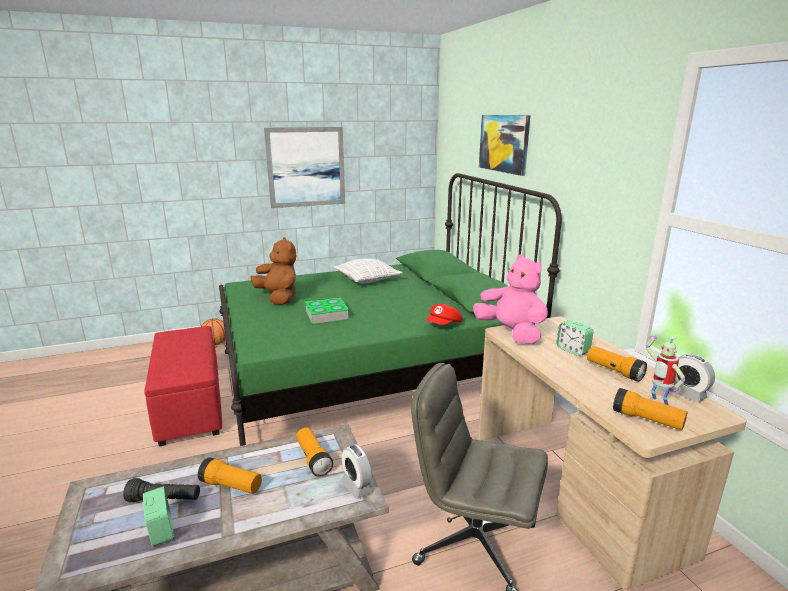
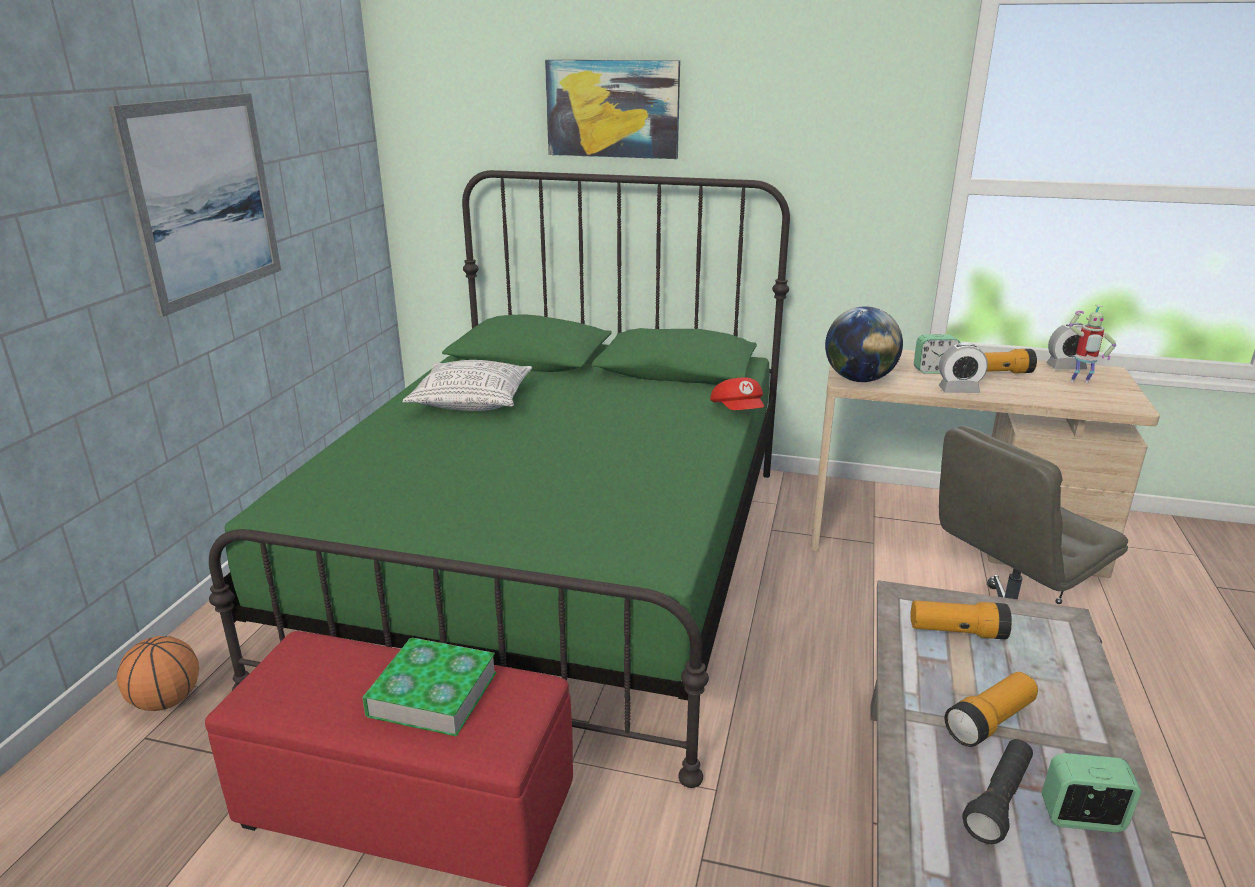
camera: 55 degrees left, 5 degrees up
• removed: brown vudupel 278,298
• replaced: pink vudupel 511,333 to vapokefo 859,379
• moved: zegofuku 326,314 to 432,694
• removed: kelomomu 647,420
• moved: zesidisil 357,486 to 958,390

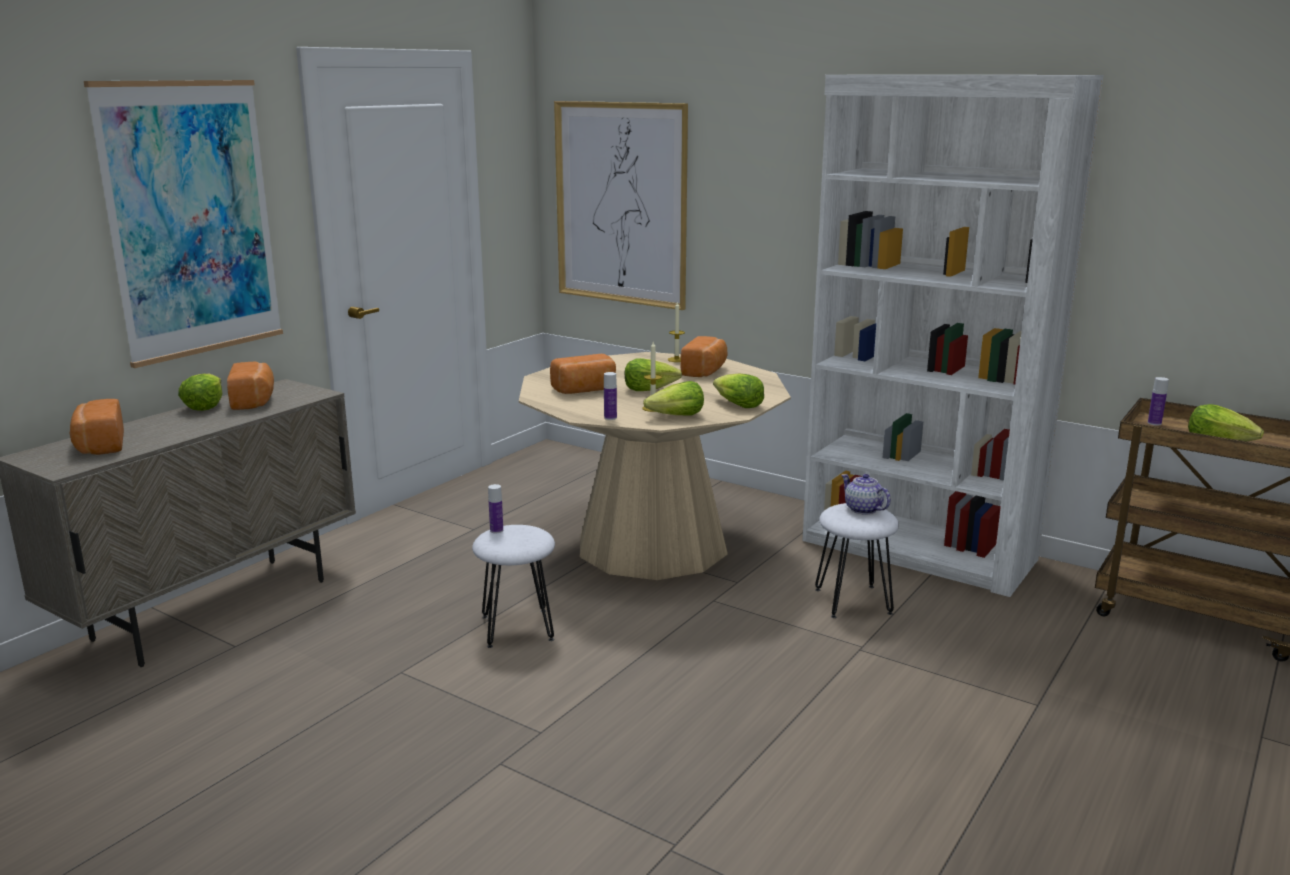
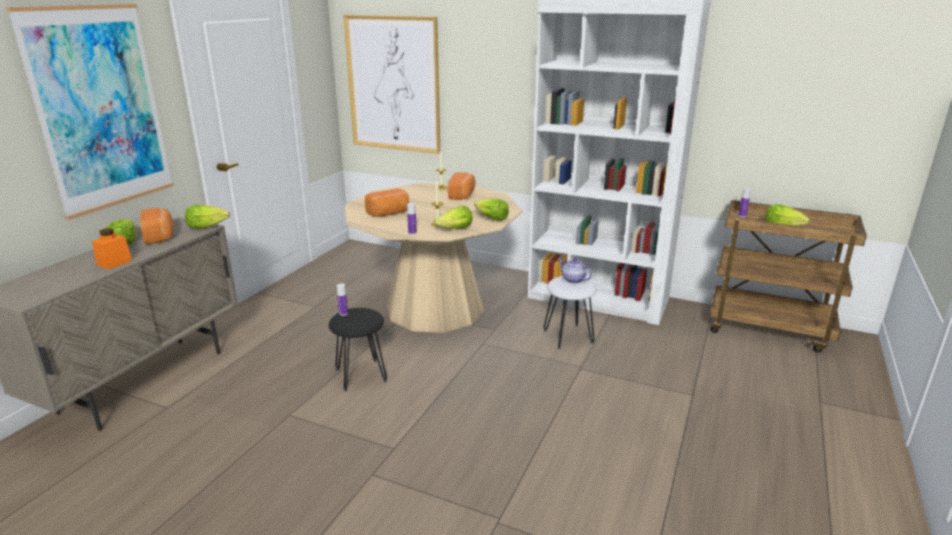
camera: 10 degrees left, 5 degrees up
• moved: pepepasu 649,389 to 207,226
• removed: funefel 99,445
• recoloured: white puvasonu 516,628 to black puvasonu 360,375
• added: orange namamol 114,263

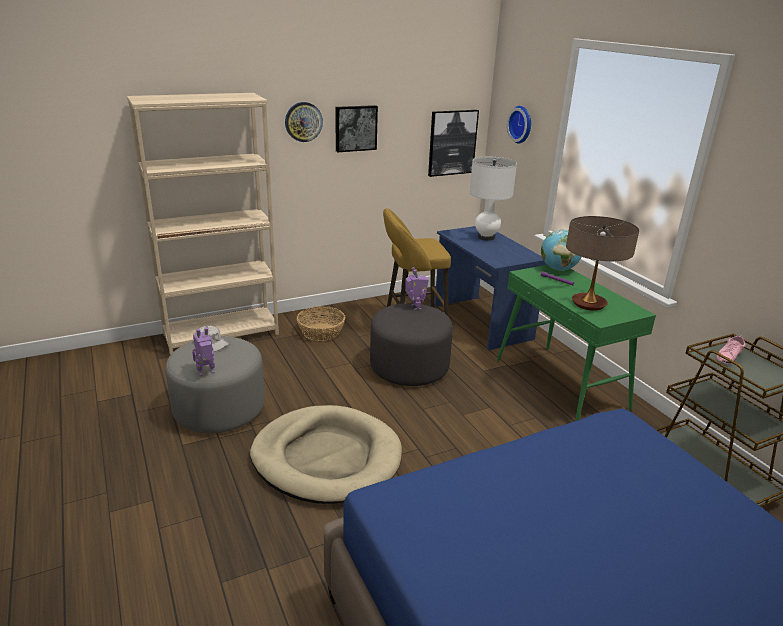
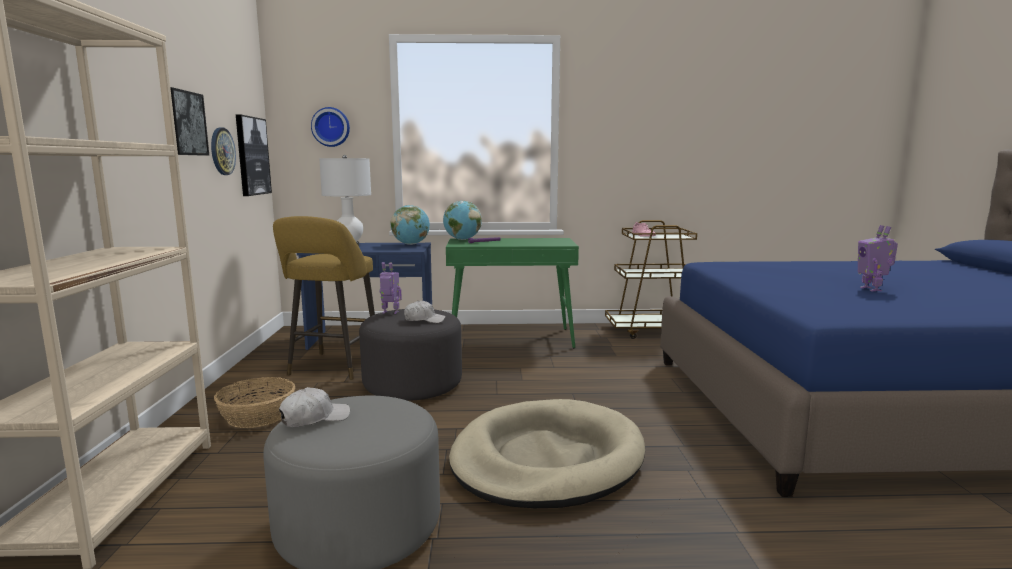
camera: 65 degrees left, 15 degrees down
• moved: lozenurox 303,122 to 222,151
• removed: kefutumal 588,304
• moved: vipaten 206,372 to 872,289
• added: vapokefo 411,244
• added: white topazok 424,320

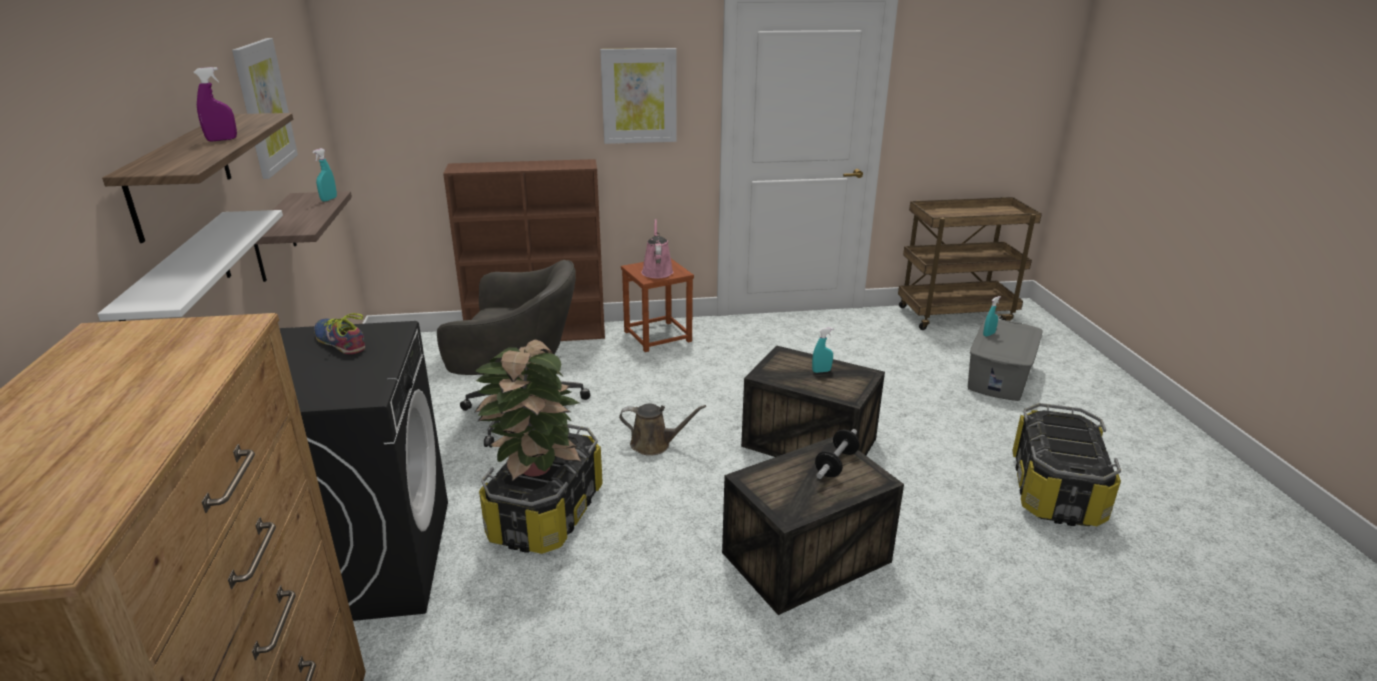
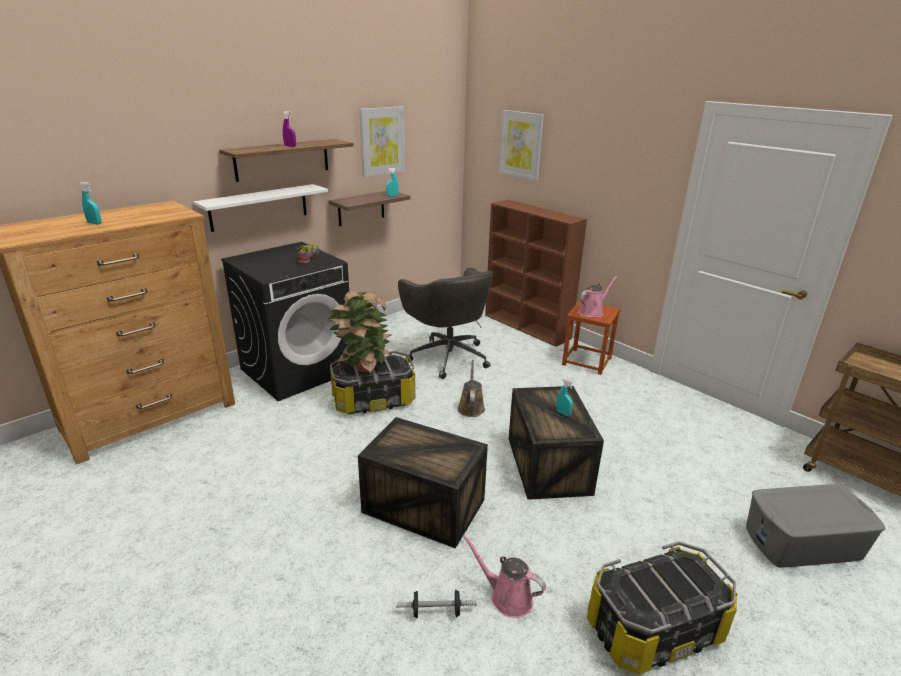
camera: 55 degrees right, 0 degrees up
• moved: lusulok 639,96 to 521,145
• moved: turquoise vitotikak 989,334 to 94,223
• turned: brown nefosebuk 654,444 = 471,407 150 degrees counterclockwise
• moved: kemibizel 836,464 to 436,612
• added: pink nefosebuk 507,597

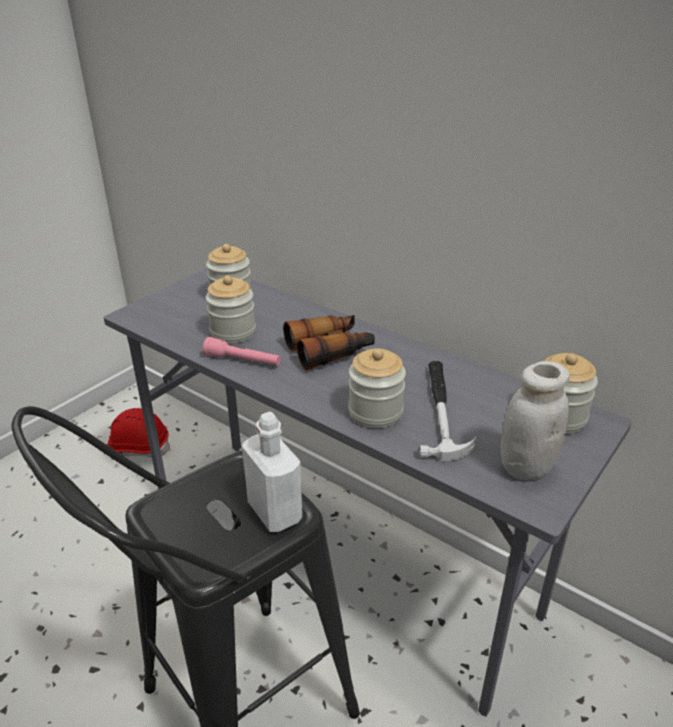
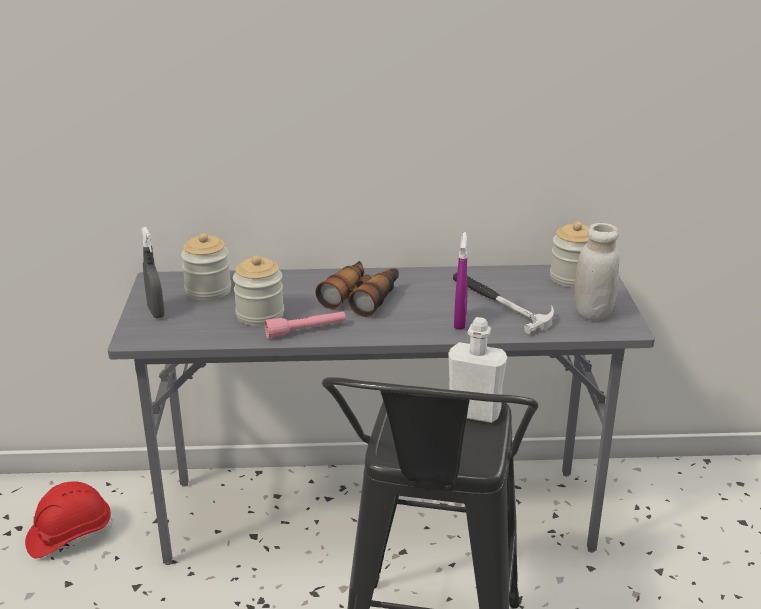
camera: 40 degrees left, 5 degrees down
• replaced: namamol 375,412 to purple vitotikak 460,322
• added: grey vitotikak 156,312

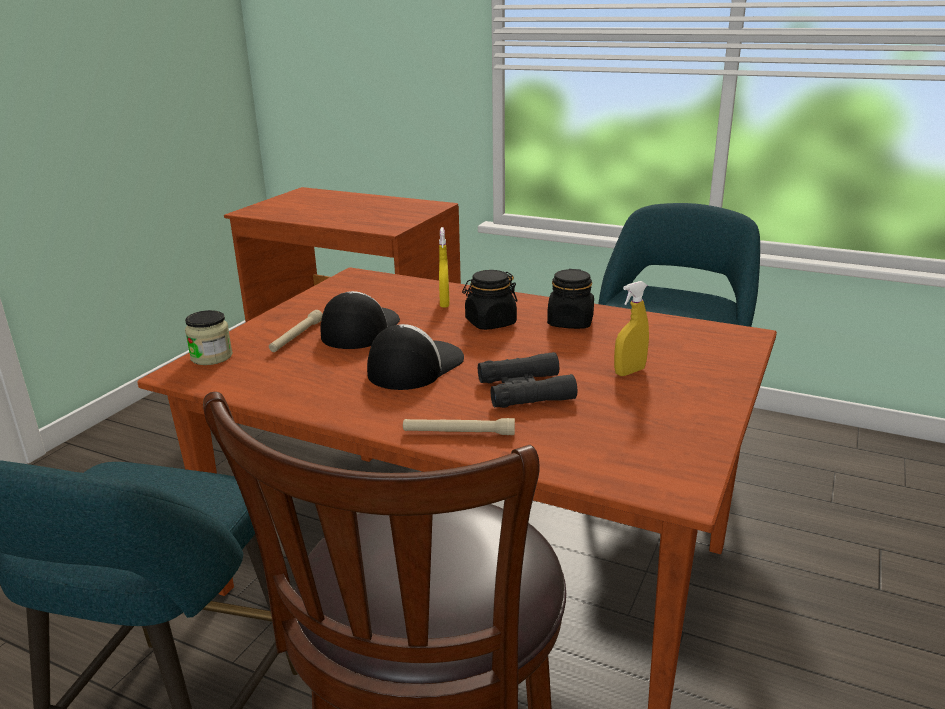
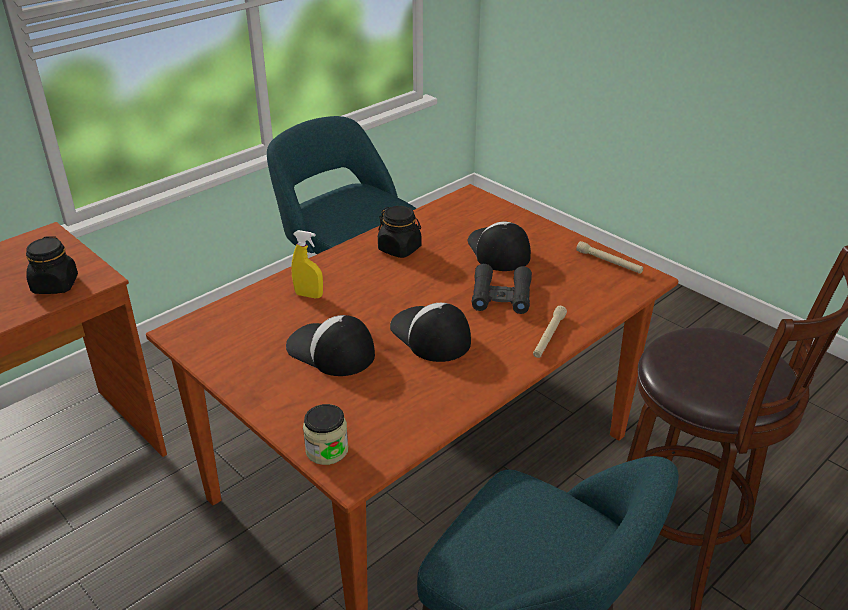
camera: 70 degrees left, 10 degrees up
• moved: black namamol 490,323 to 55,285
• replaced: yellow vitotikak 629,372 to topazok 498,250
• moved: beige kelomomu 296,337 to 609,262

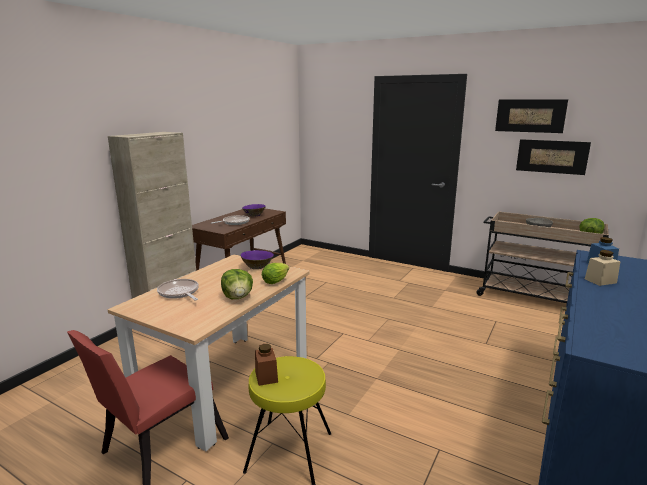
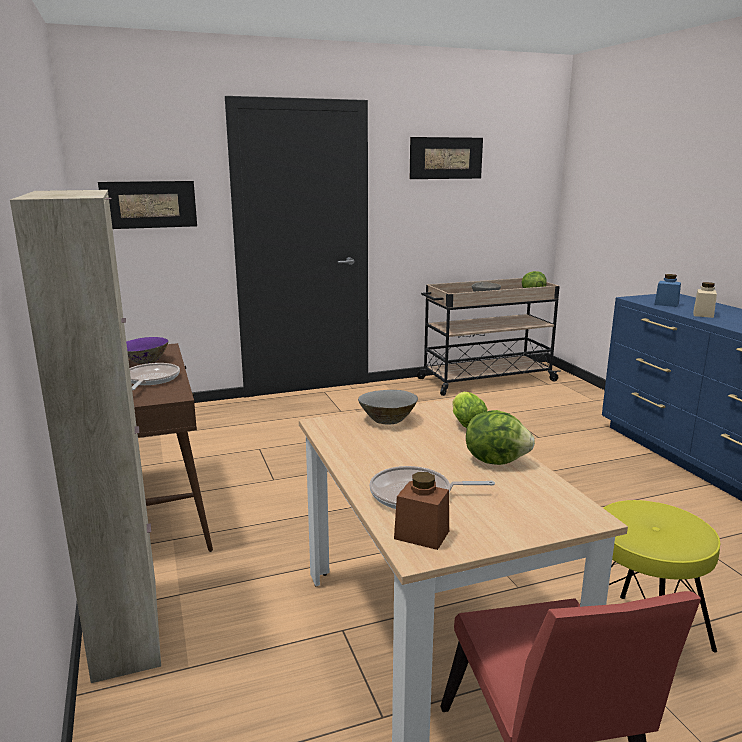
camera: 50 degrees left, 0 degrees up
• moved: lusulok 551,156 to 149,204
• recoloured: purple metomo 257,266 to grey metomo 387,419
• moved: brown namamol 266,377 to 421,535

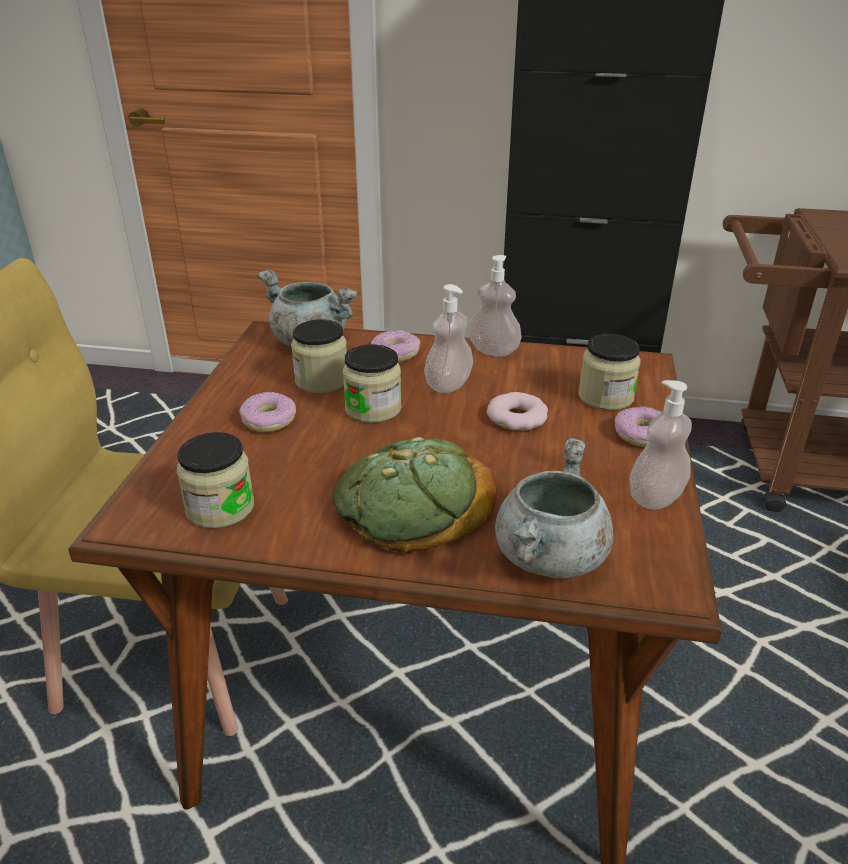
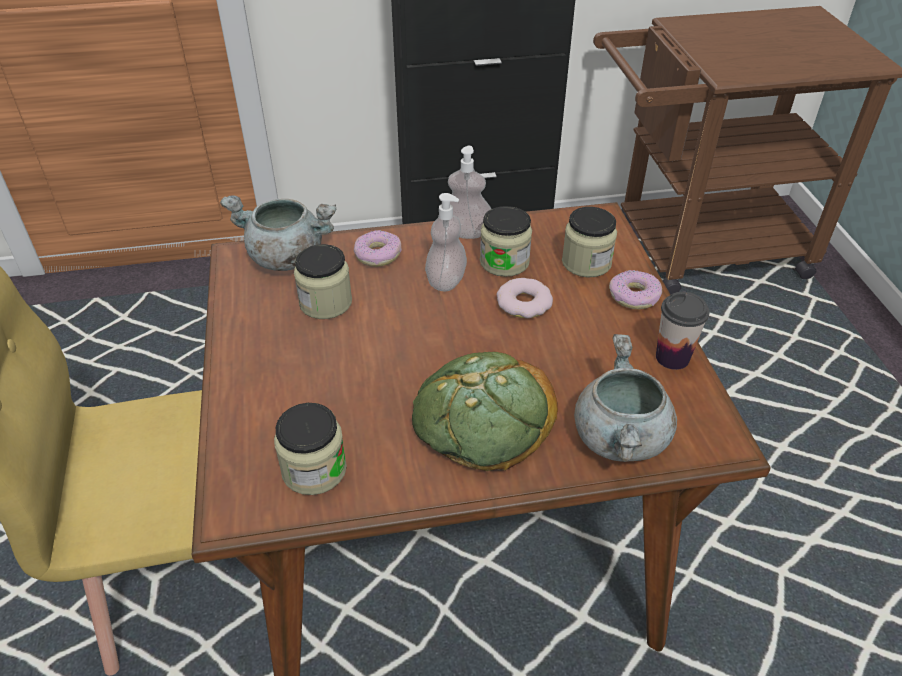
camera: 20 degrees left, 10 degrees up
• moved: namamol 373,409 to 504,262
• replaced: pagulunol 655,497 to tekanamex 672,357
• removed: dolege 269,420

